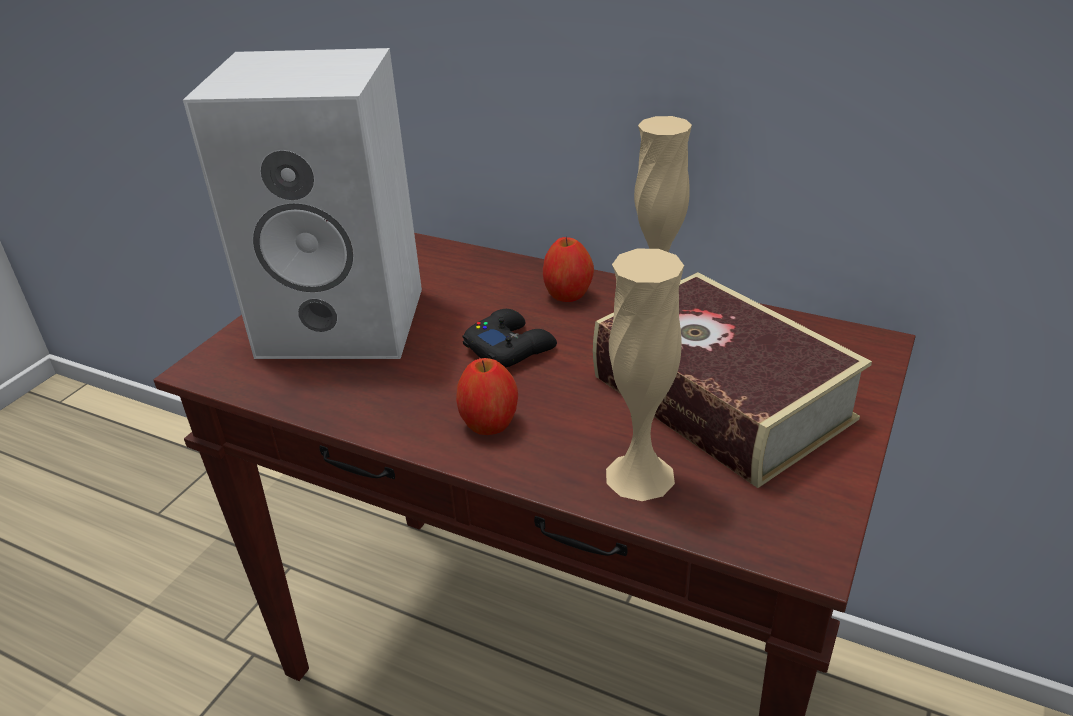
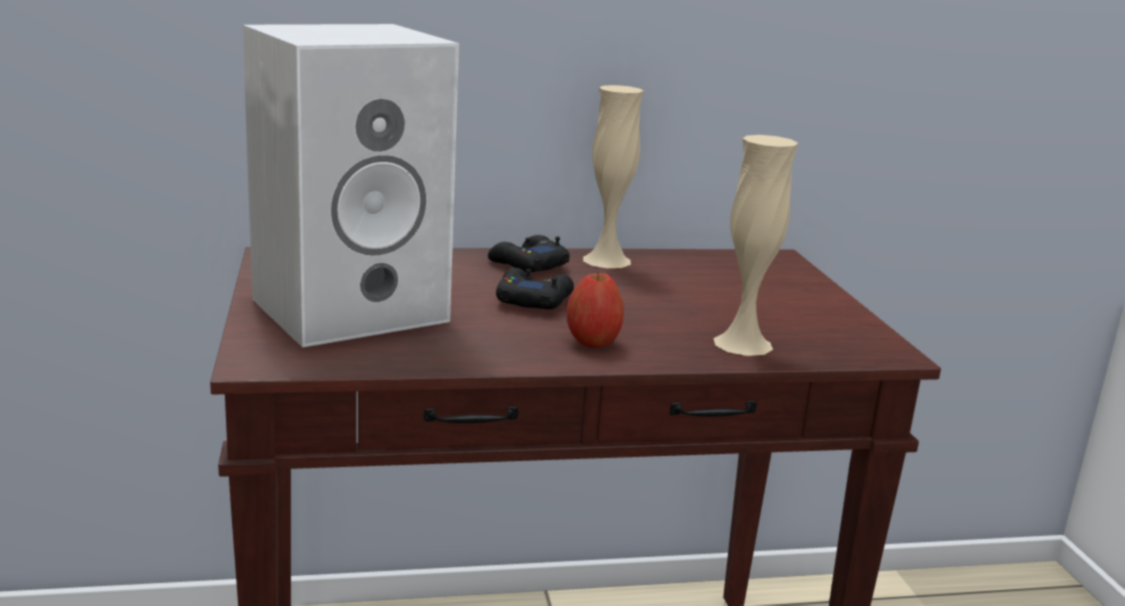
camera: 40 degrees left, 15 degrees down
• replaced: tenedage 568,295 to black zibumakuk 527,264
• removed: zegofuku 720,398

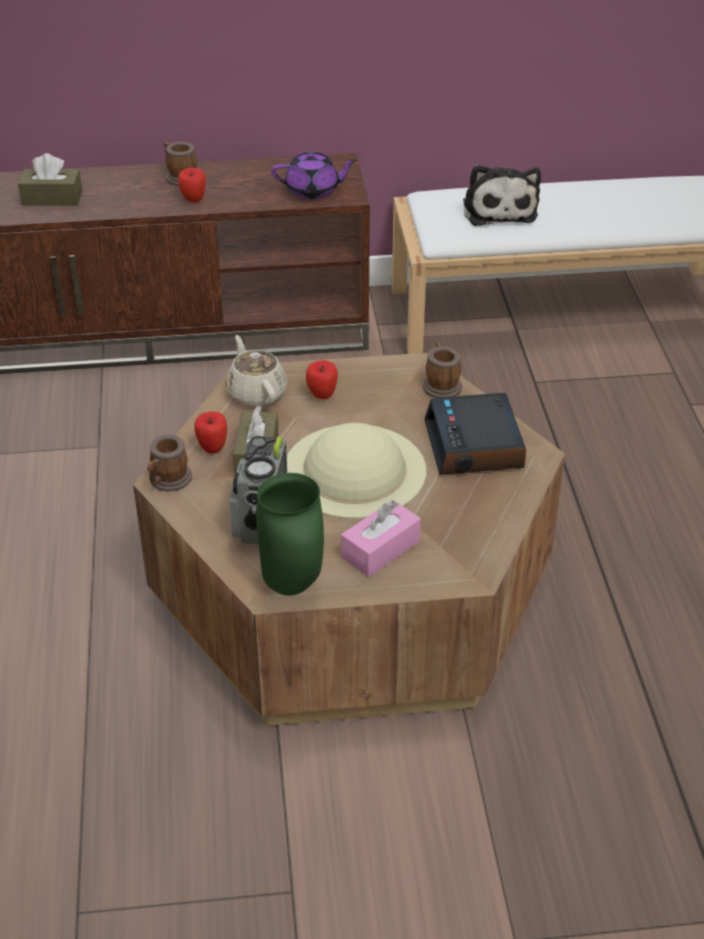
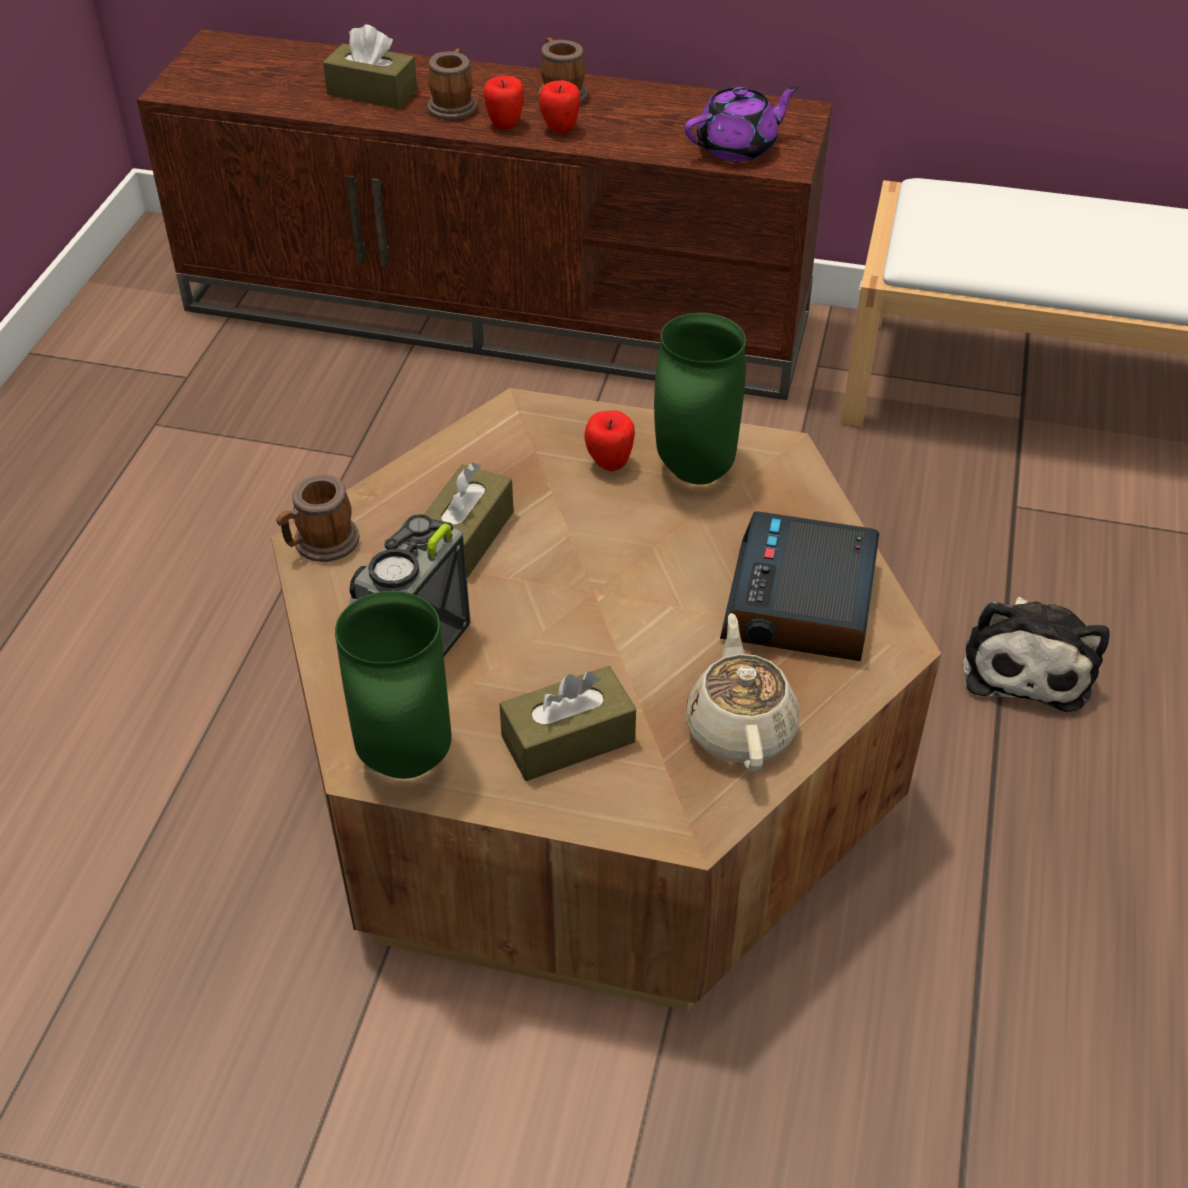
camera: 20 degrees right, 5 degrees up
• turned: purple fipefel 313,191 = 738,147 45 degrees counterclockwise
• moved: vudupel 498,209 to 1027,664
• moved: beige fipefel 256,392 to 740,728
• moved: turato 441,384 to 453,105
• moved: tenedage 212,448 to 505,125
• removed: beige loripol 354,470
• recoloured: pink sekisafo 380,549 to brown sekisafo 568,739
• added: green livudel 696,473

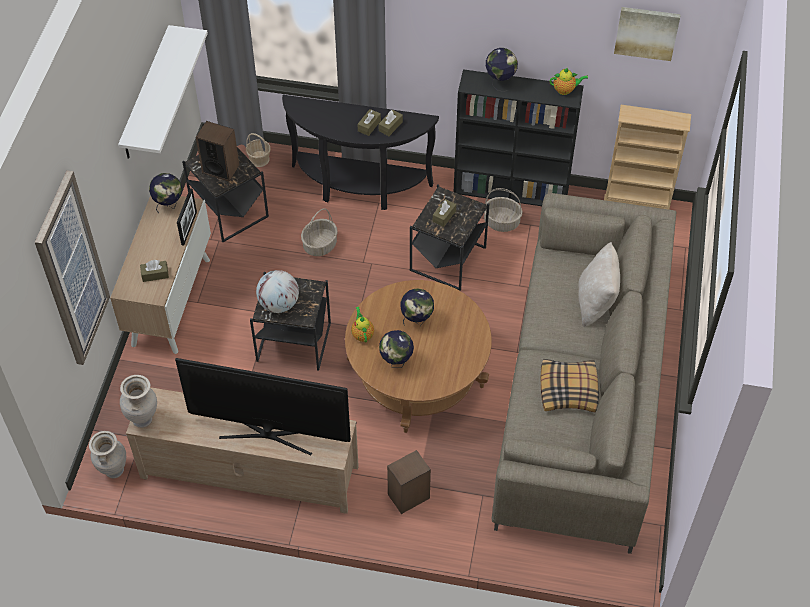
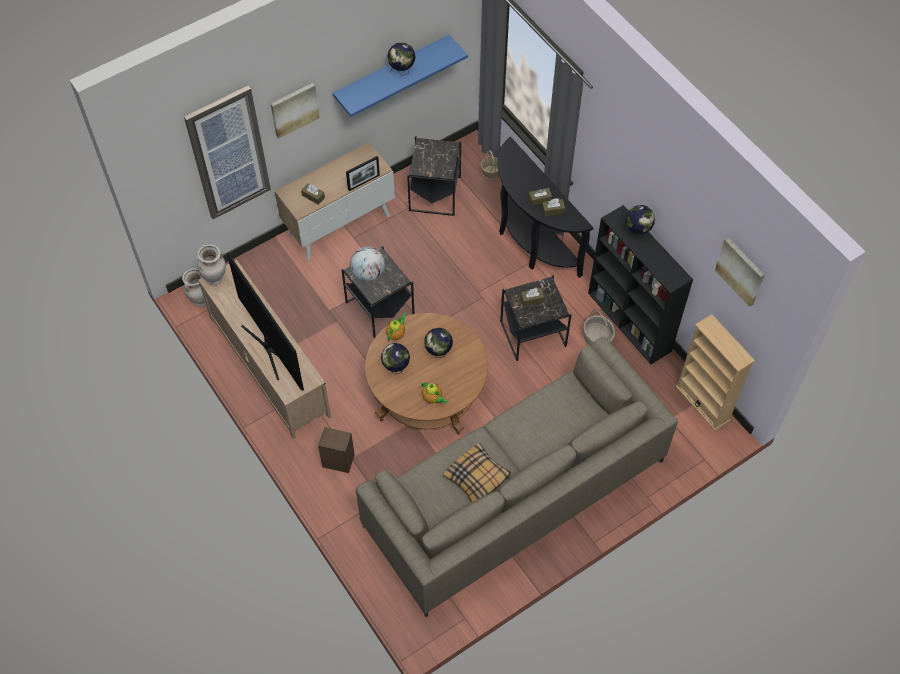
camera: 45 degrees right, 5 degrees up
• recoloured: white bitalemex 146,94 to blue bitalemex 392,72
• moved: fipefel 565,90 to 433,399
• removed: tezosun 220,169
• moved: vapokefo 169,205 to 402,71
• removed: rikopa 320,245
• removed: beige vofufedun 595,302
• added: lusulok 294,109

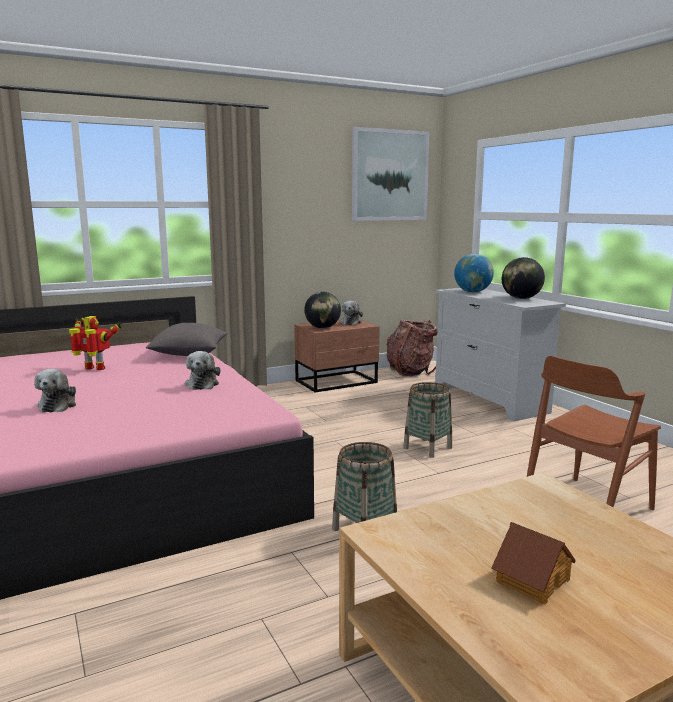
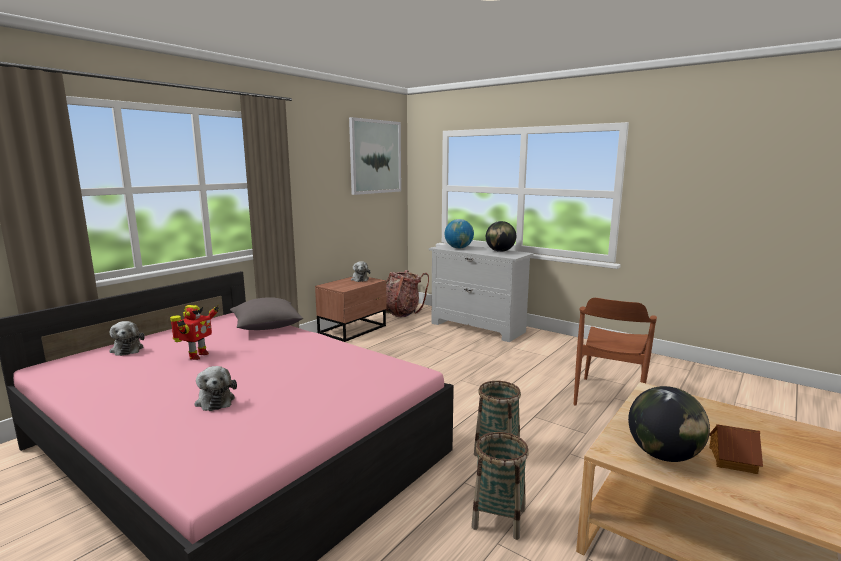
camera: 25 degrees left, 0 degrees up
• moved: vapokefo 322,328 to 663,455
• turned: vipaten 95,369 = 196,356 120 degrees clockwise
• moved: vudupel 202,384 to 127,349
• moved: rikopa 428,448 to 499,518

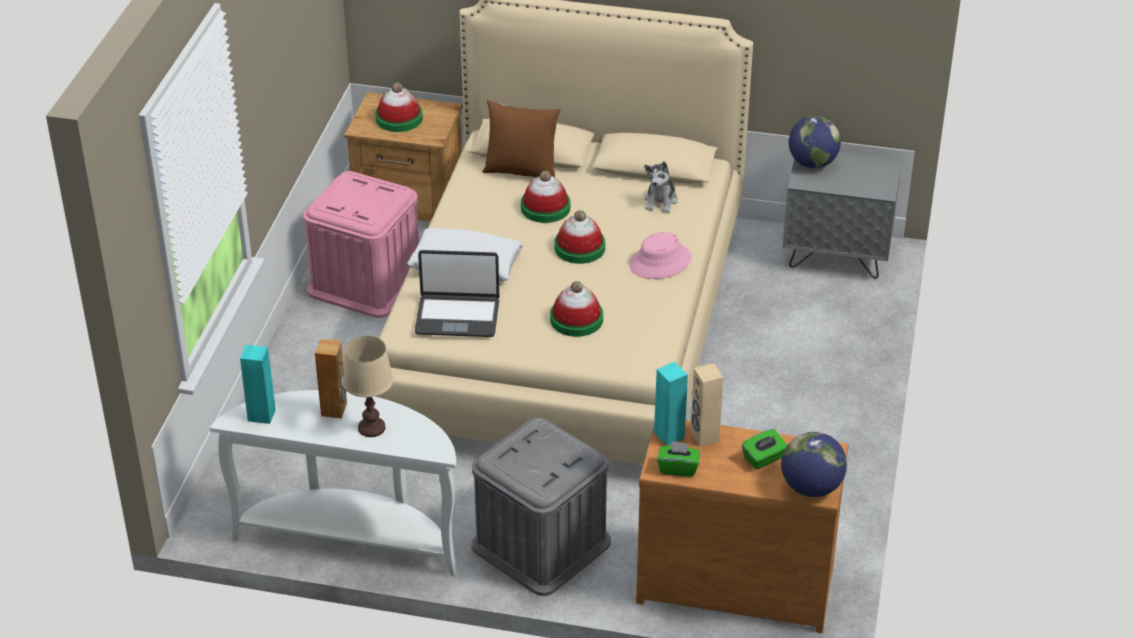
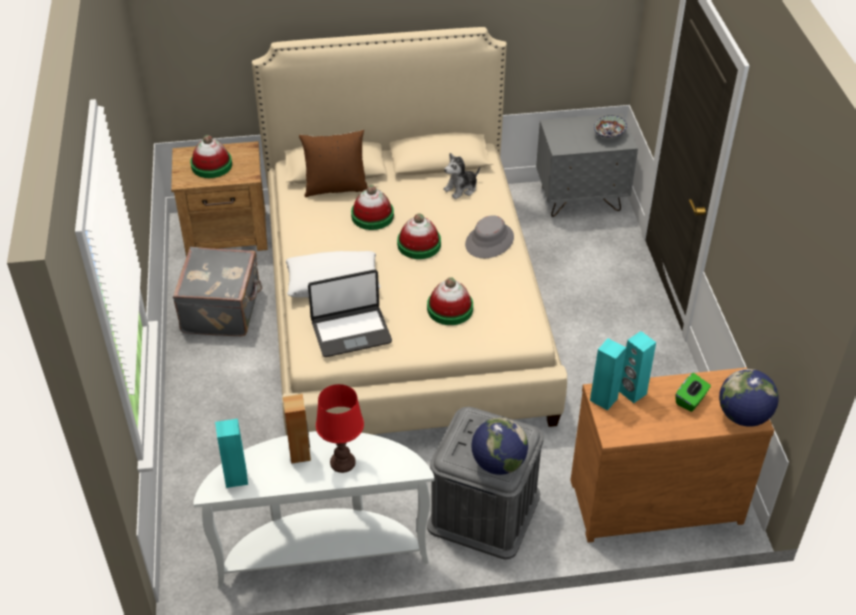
camera: 20 degrees left, 5 degrees up
• moved: vapokefo 812,163 to 498,463
• turned: vudupel 661,201 = 461,189 60 degrees clockwise
• replaced: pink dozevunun 366,281 to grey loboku 223,310
• recoloured: pink loripol 660,262 to grey loripol 489,241
• recoloured: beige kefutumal 371,428 to red kefutumal 342,462
• recoloured: beige tezosun 704,436 to turquoise tezosun 632,393
• removed: green sekisafo 678,468
• added: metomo 609,135

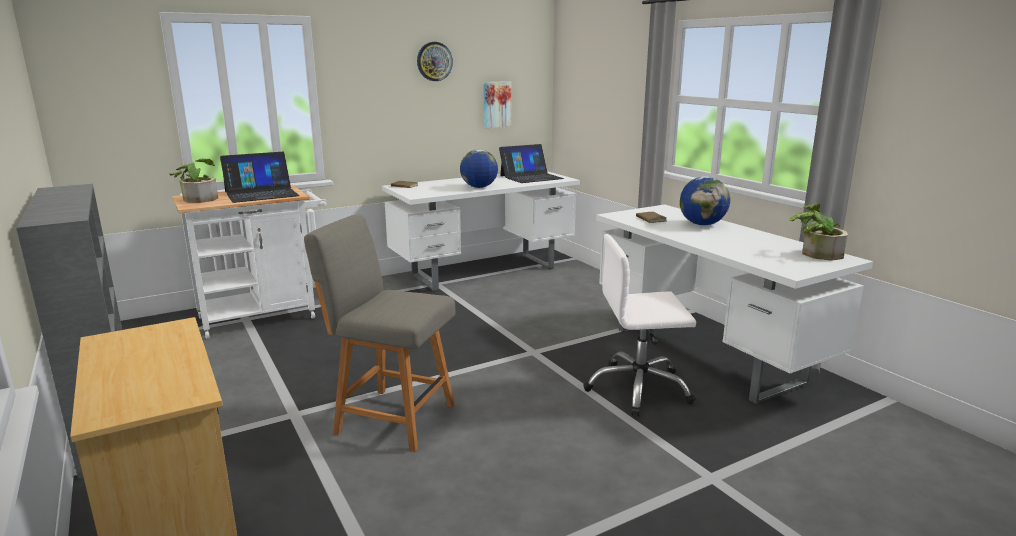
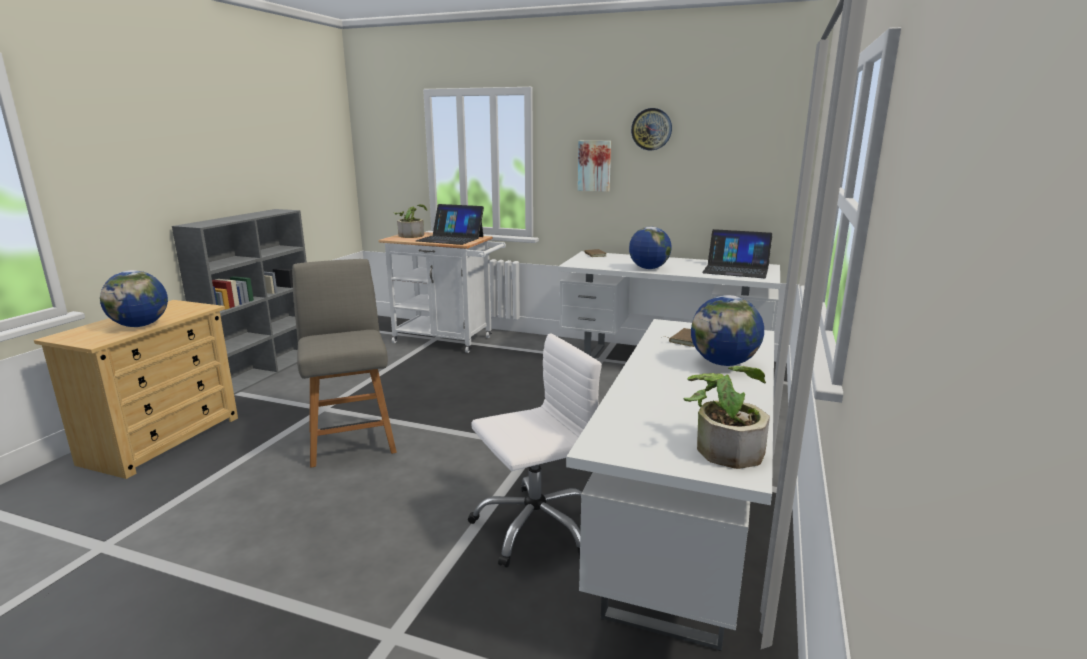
camera: 50 degrees right, 0 degrees up
• moved: lusulok 496,104 to 594,166
• turned: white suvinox 638,388 = 535,525 105 degrees clockwise
• added: vapokefo 140,325

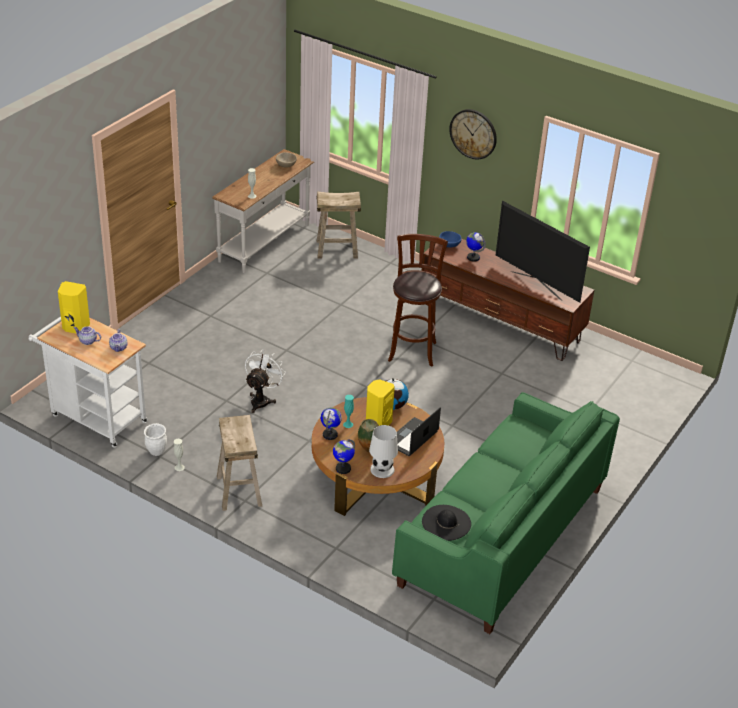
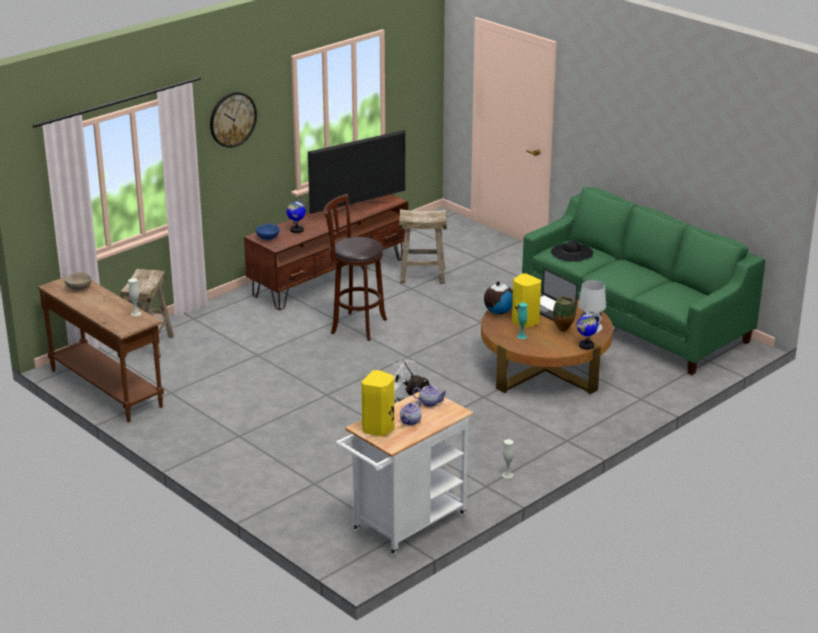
camera: 75 degrees left, 10 degrees down
• recoloured: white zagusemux 265,243 to brown zagusemux 107,388
• removed: vapokefo 330,435
• moved: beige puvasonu 239,490 to 423,275
• removed: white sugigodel 156,451
• moved: black loripol 446,522 to 572,252

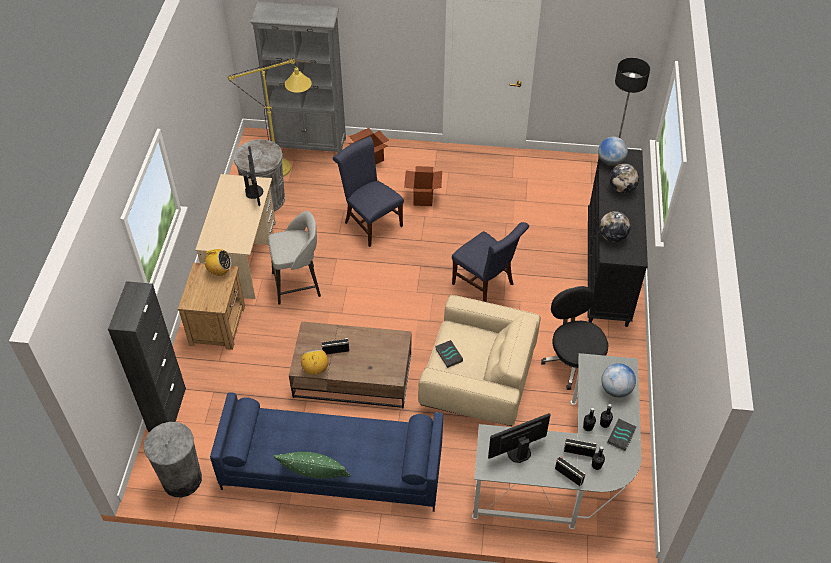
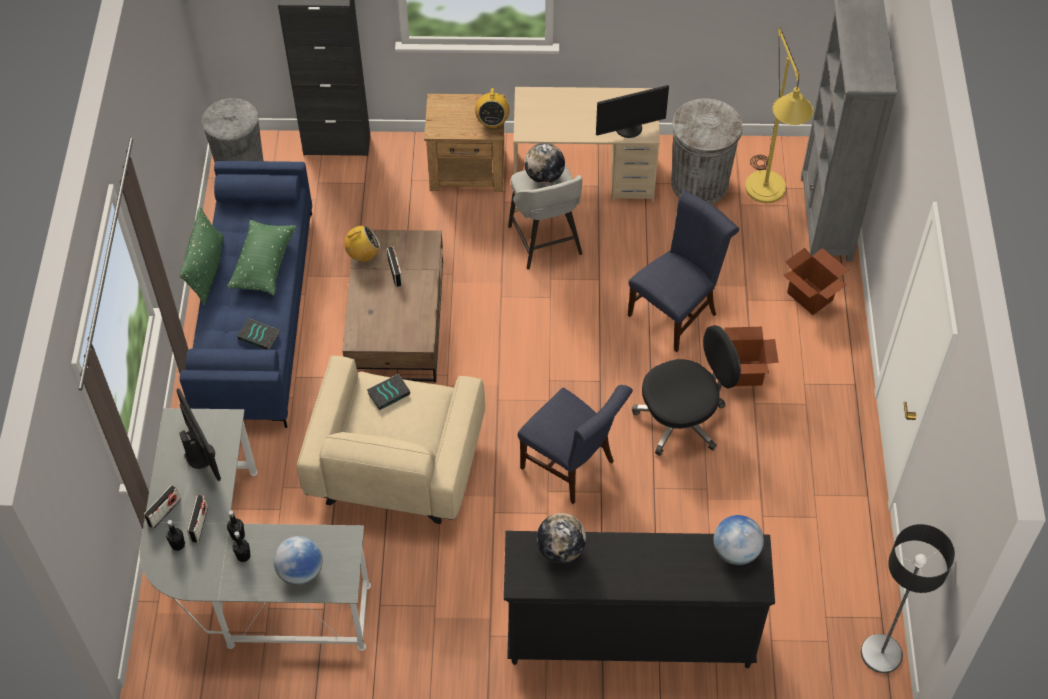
camera: 85 degrees right, 5 degrees up
• moved: vapokefo 621,188 to 544,176
• turned: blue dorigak 486,285 = 572,467 90 degrees counterclockwise
• moved: black suvinox 573,361 to 682,419
• moved: zegofuku 620,435 to 259,336
• added: green vofufedun 263,264

